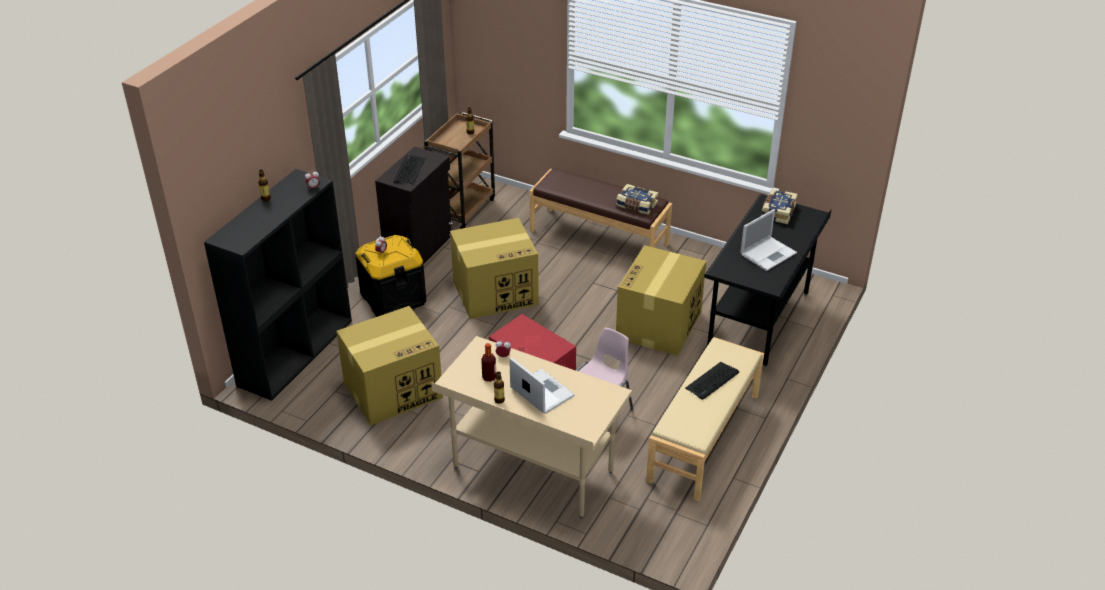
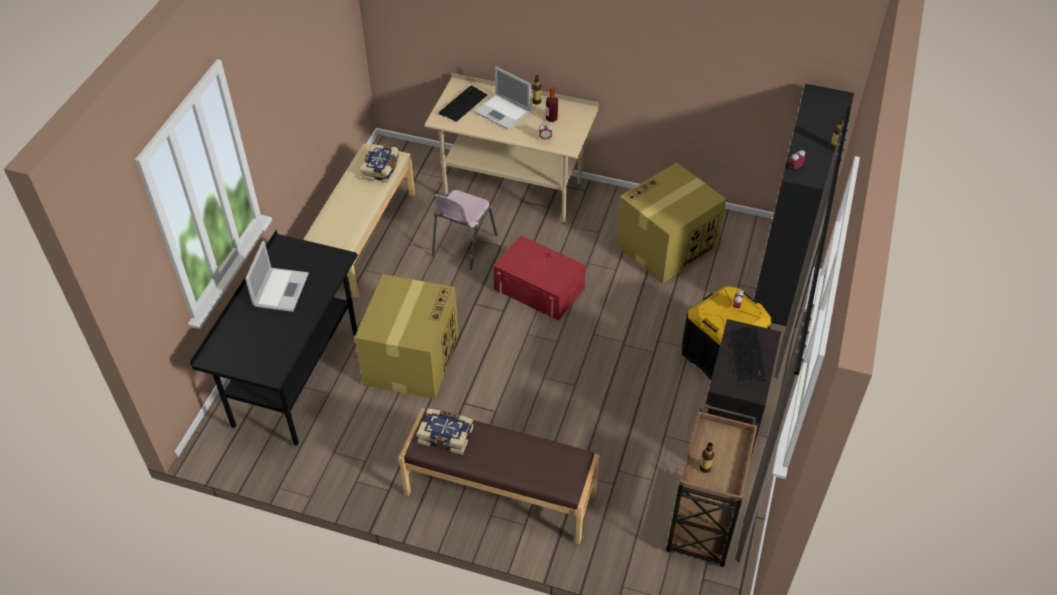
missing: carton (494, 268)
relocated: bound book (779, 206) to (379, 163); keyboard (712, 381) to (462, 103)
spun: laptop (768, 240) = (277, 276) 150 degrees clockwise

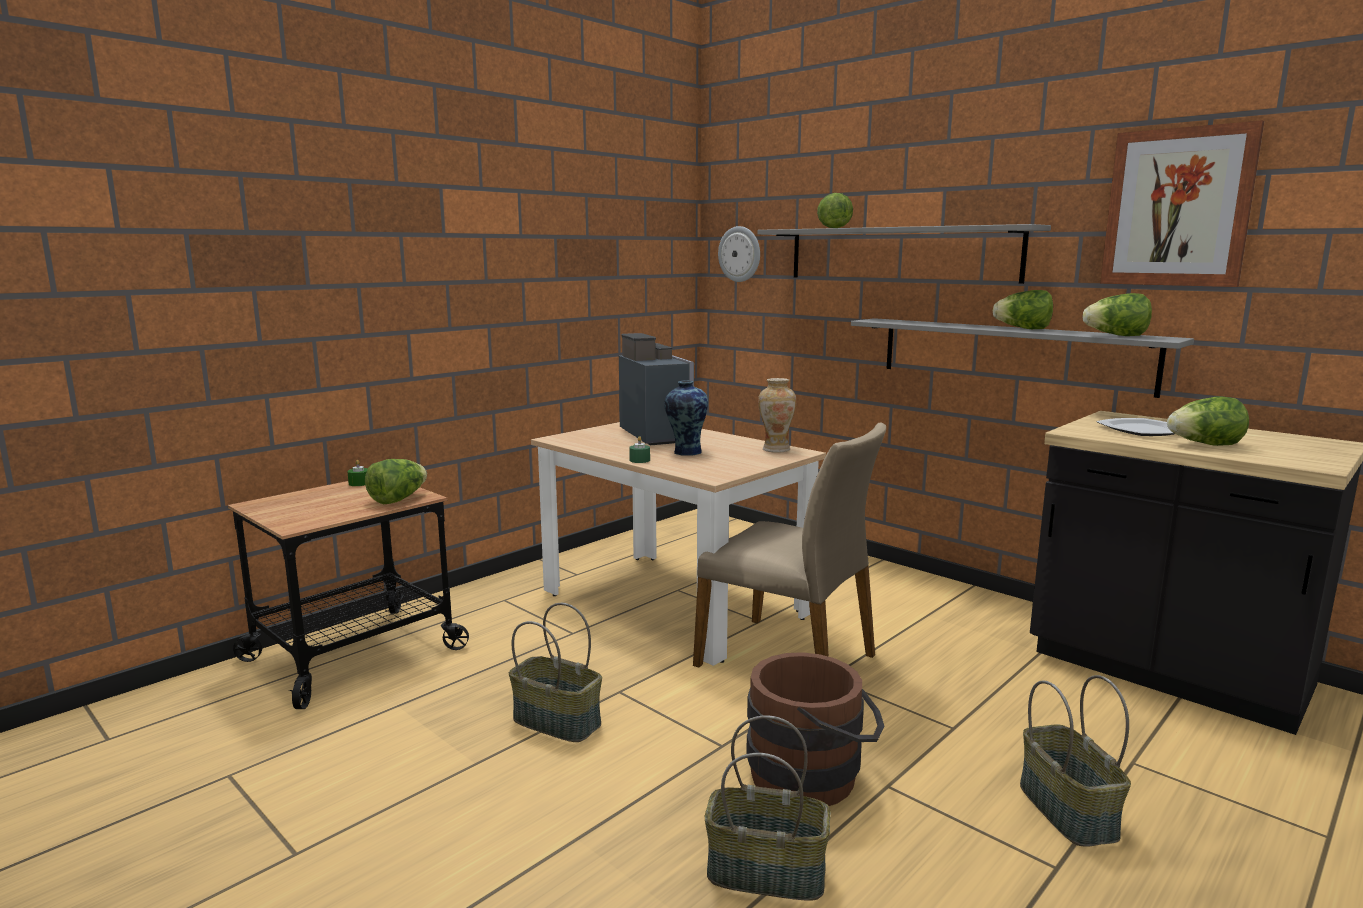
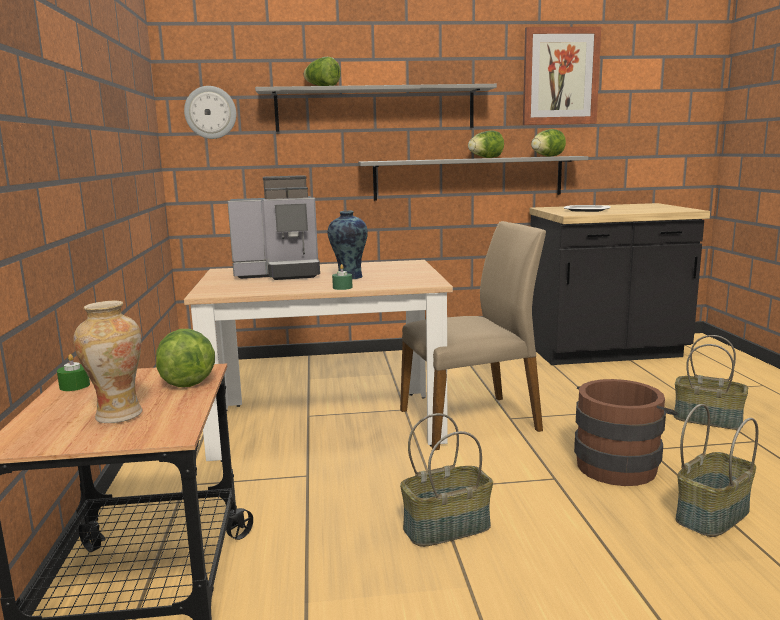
missing: lettuce head (1208, 421)
relocated: flower vase (777, 415) to (107, 362)
spun: coffee brewer (656, 389) = (273, 227) 150 degrees clockwise

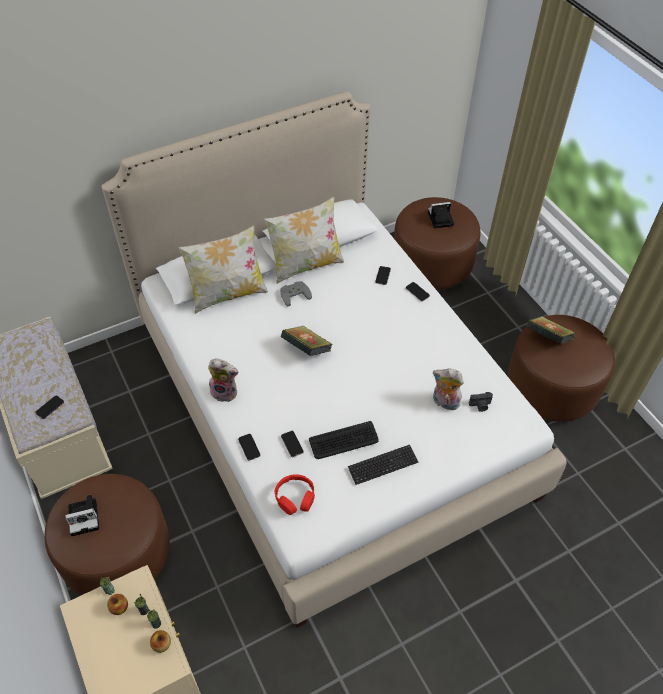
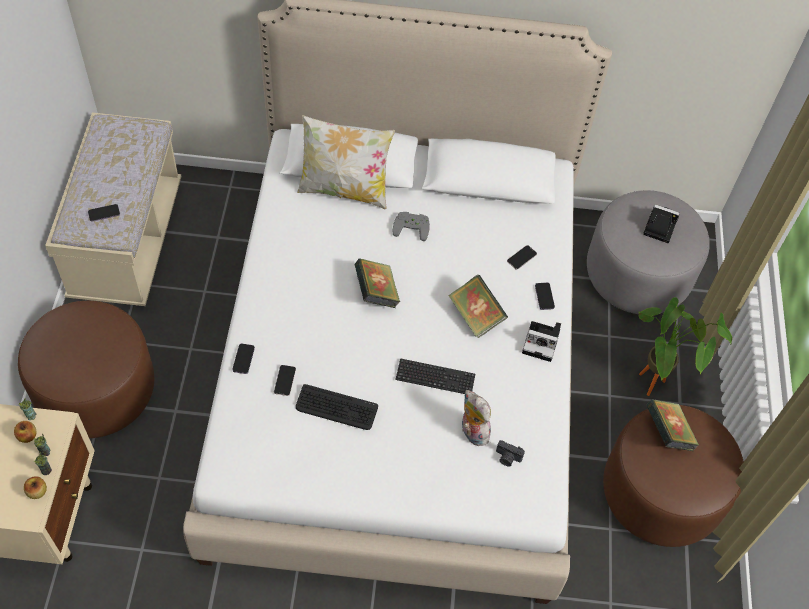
missing: soft toy (223, 380); cushion (304, 240); red headset (295, 494)
appeared: bound book (478, 306); potted plant (685, 346)
relocated: keyboard (383, 465) to (435, 376); still camera (82, 515) to (541, 341)
colour: brown-coloured footrest (437, 243) to grey footrest (648, 252)

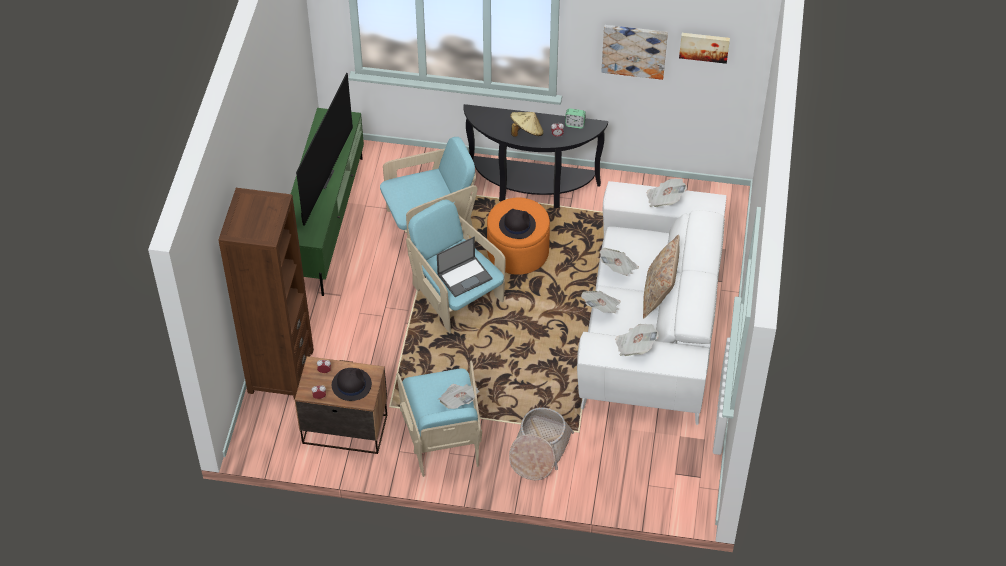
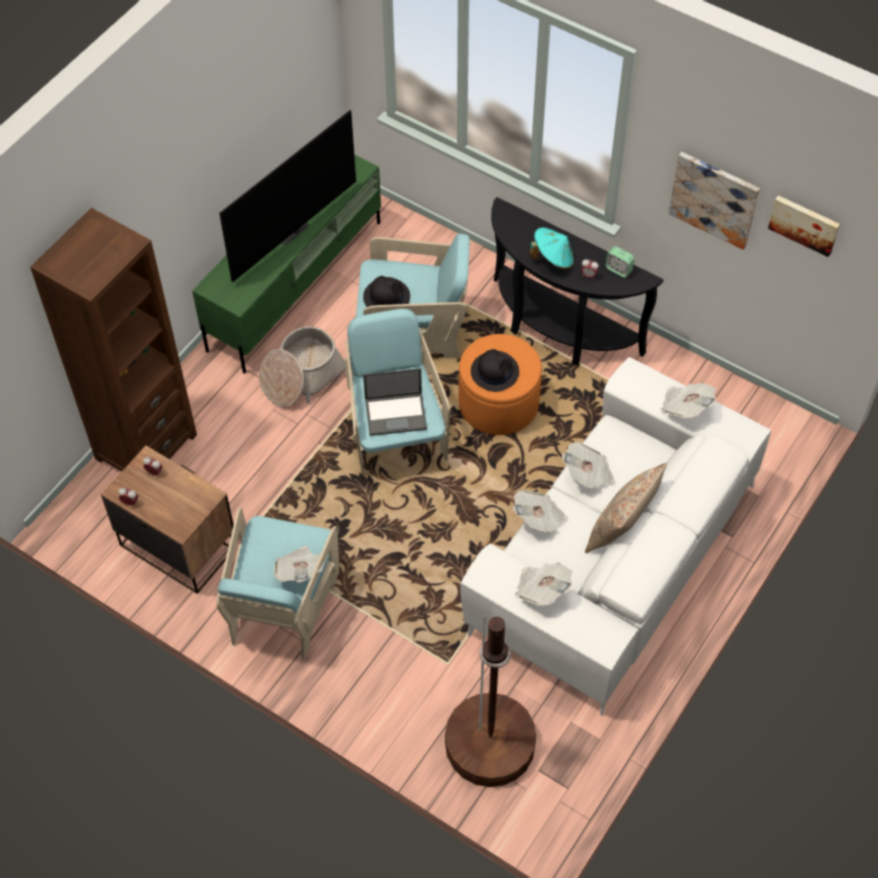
appeared: brown-coloured standing lamp (490, 701)
relocated: basket (541, 443) to (302, 366); blackish clothing hat (352, 384) to (386, 291)
colour: beige clothing hat (527, 124) to blue-green clothing hat (552, 248)

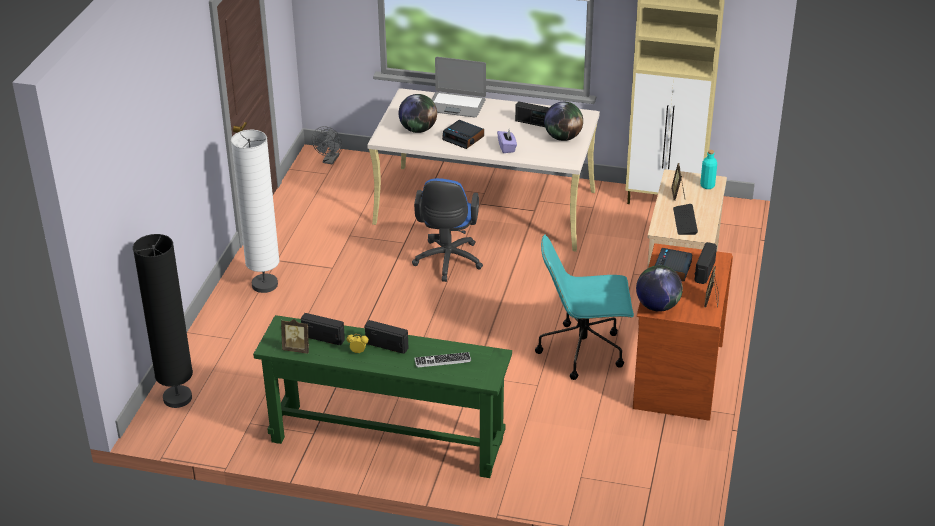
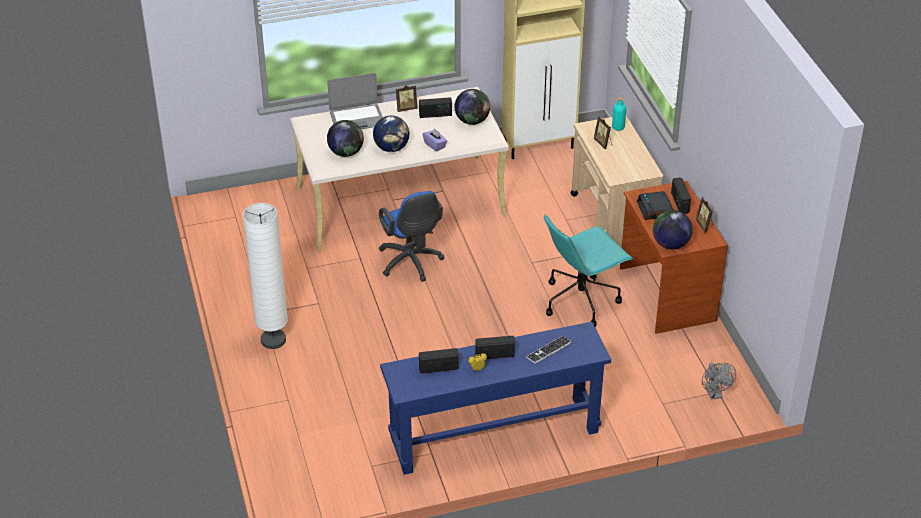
missing: blackish standing lamp (163, 321); keyboard (685, 219)
relocated: photo frame (295, 336) to (406, 98); grey electric fan (327, 145) to (719, 381)
exchanged: table clock (463, 134) to world globe (391, 134)
colour: green hall table (382, 396) to blue-coloured hall table (495, 398)

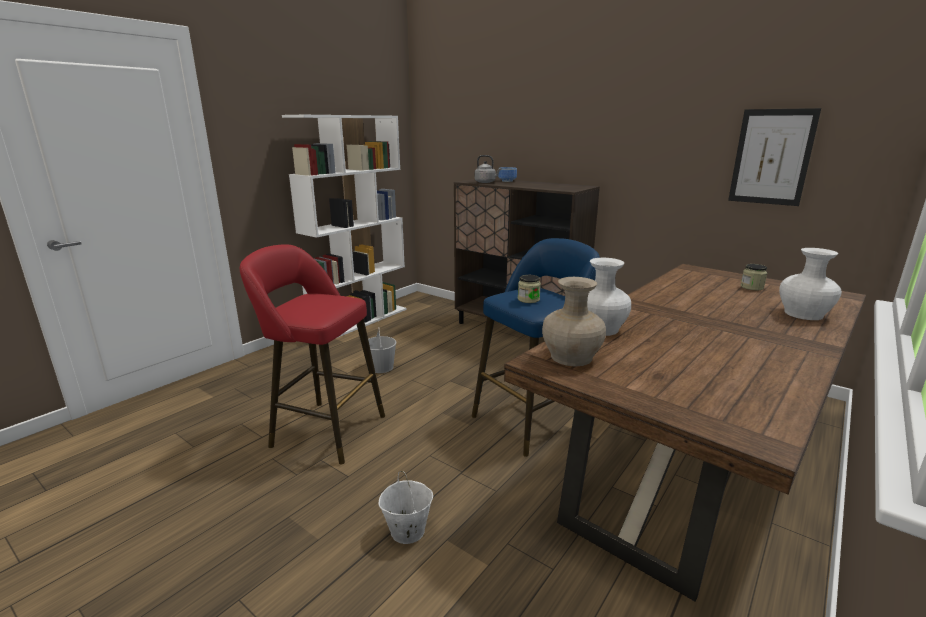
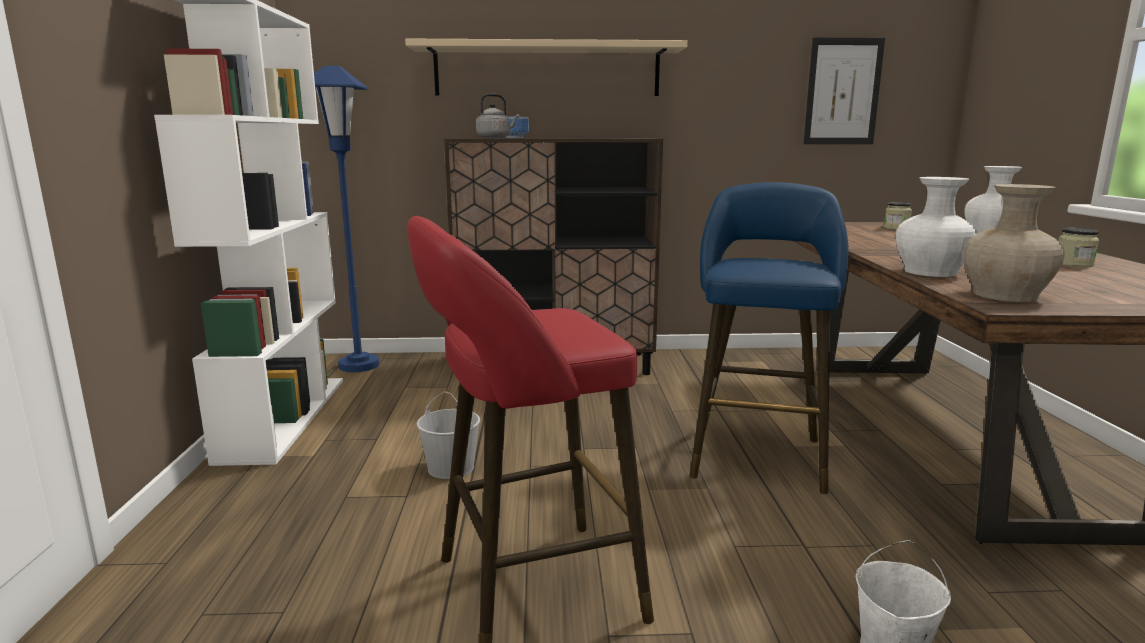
appeared: blue-coloured standing lamp (346, 219); beige wall shelf (546, 67)
relocated: preserve jar (529, 289) to (1078, 247)

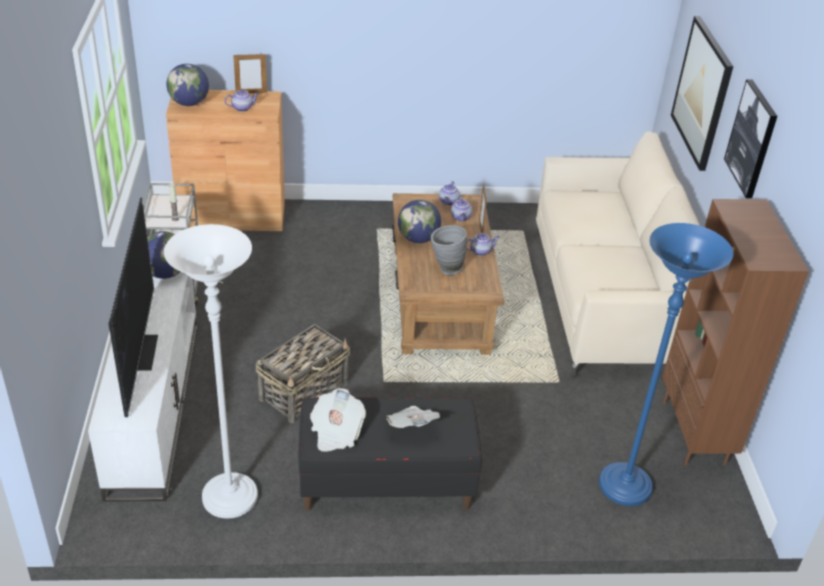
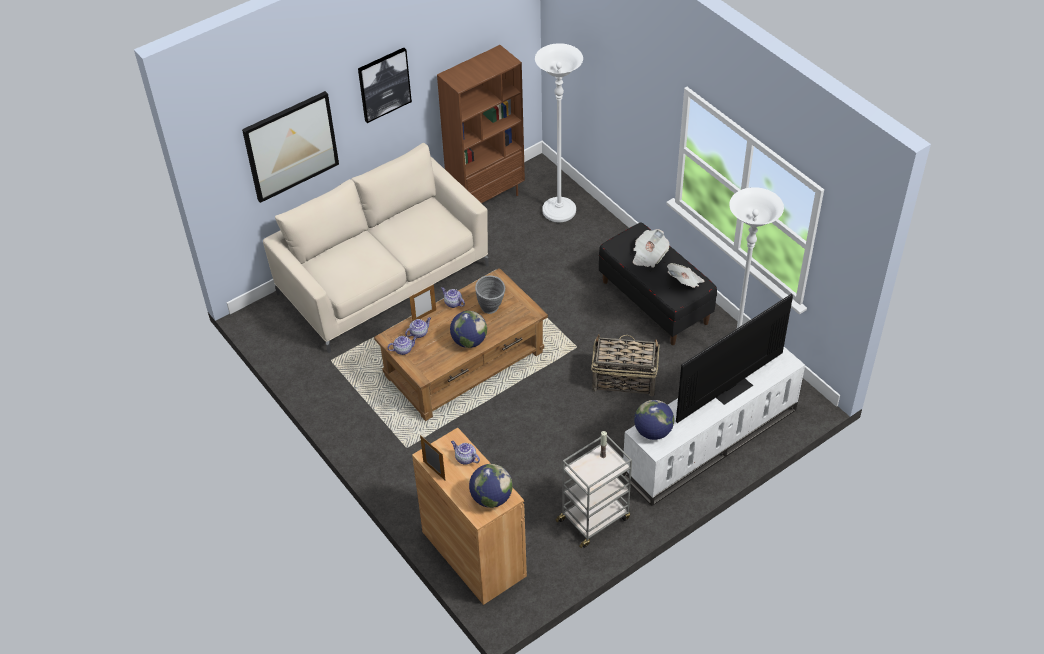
colour: blue-coloured standing lamp (666, 364) to white standing lamp (559, 132)

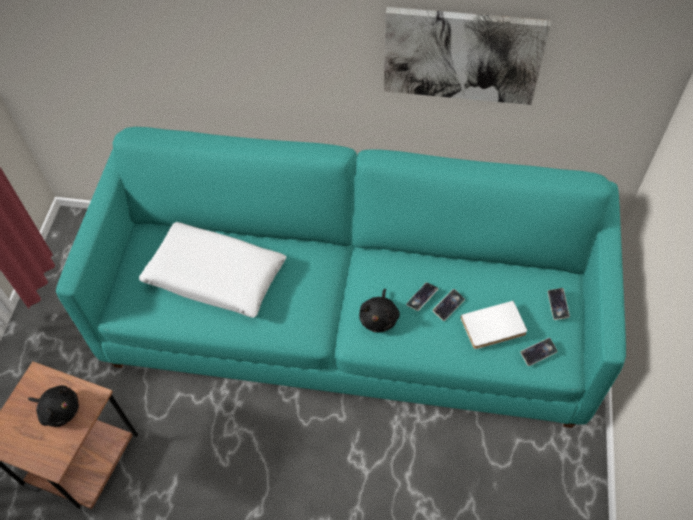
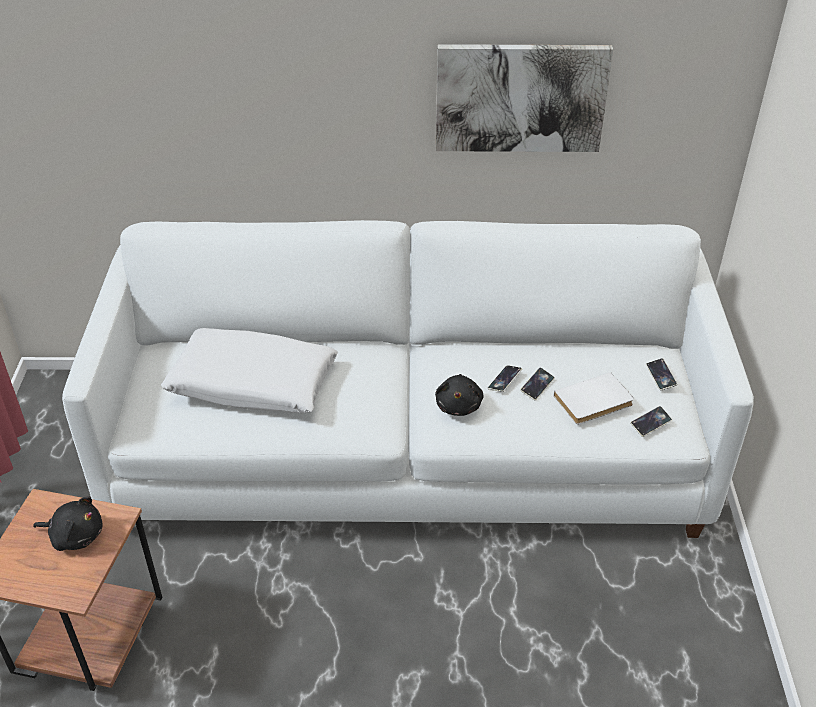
colour: blue-green couch (341, 277) to white couch (408, 379)

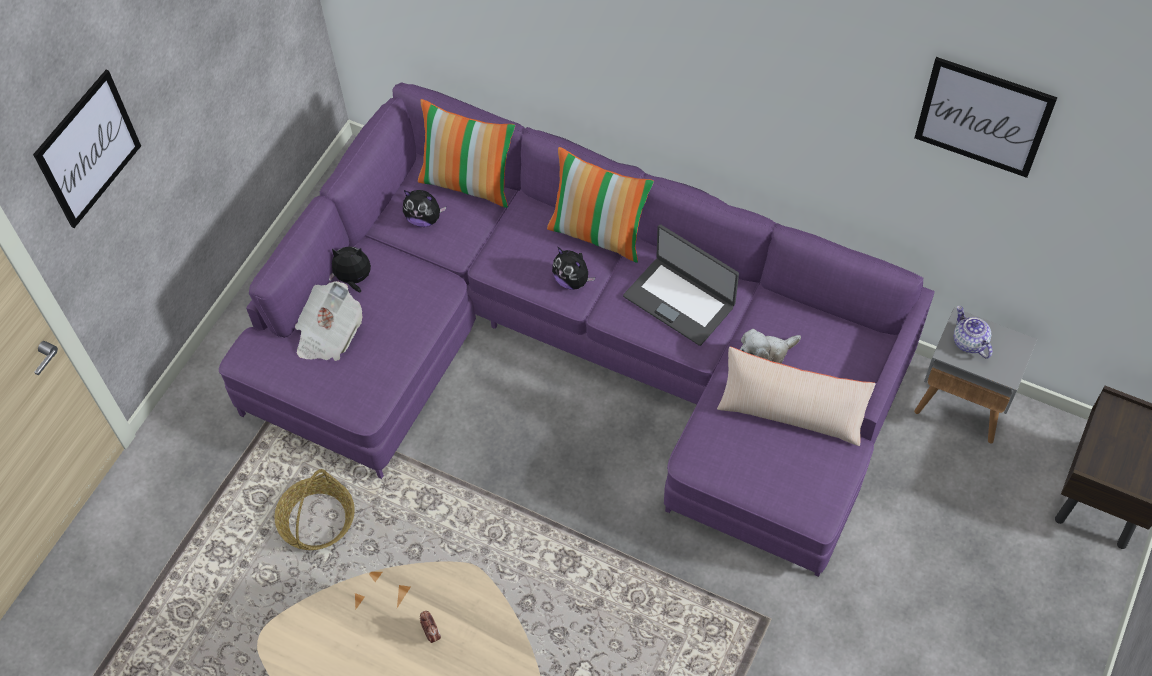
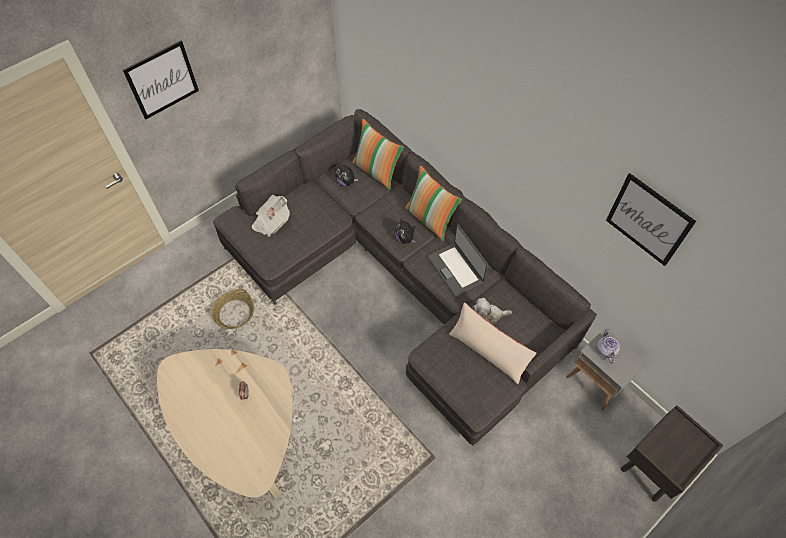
missing: soft toy (350, 269)
colour: purple-coloured couch (577, 329) to grey couch (405, 277)

